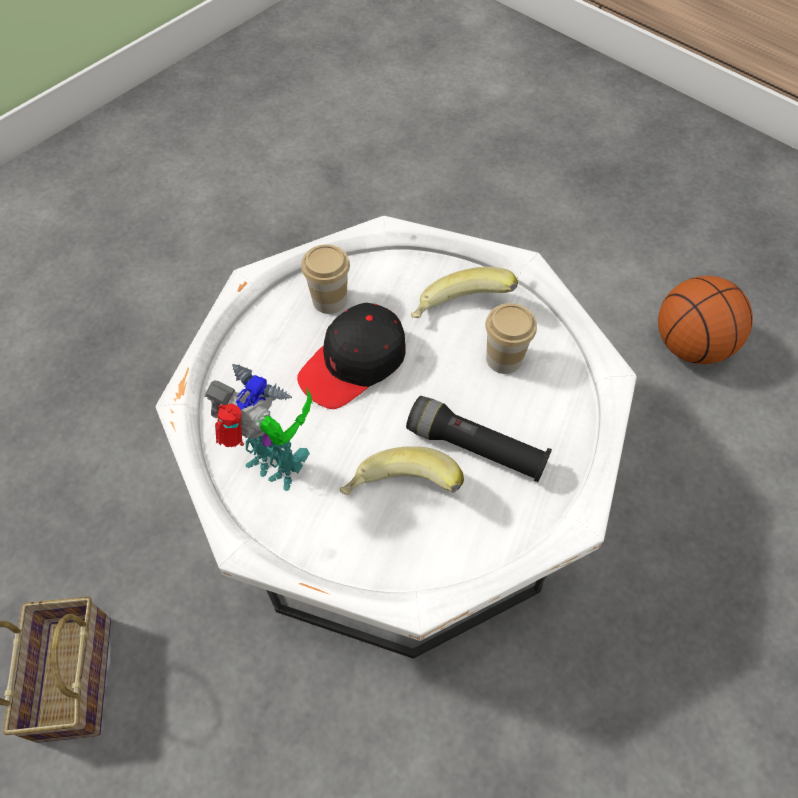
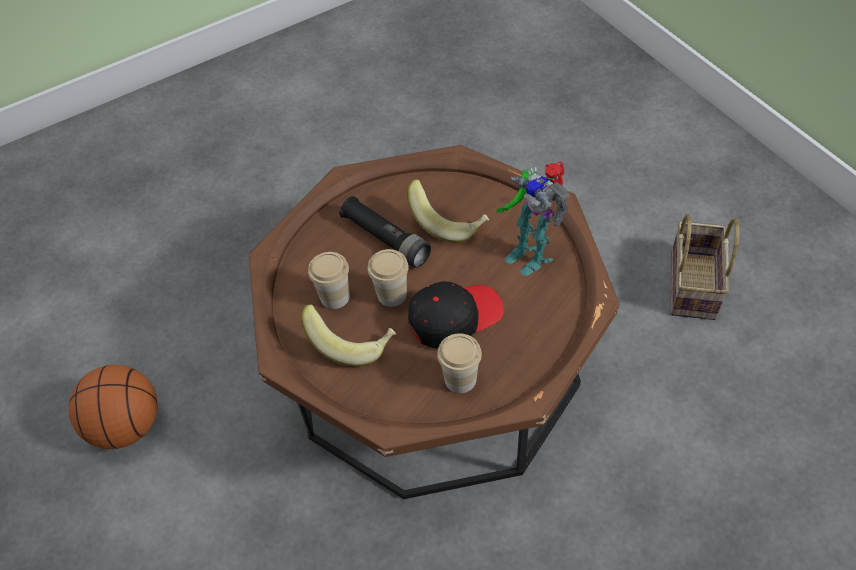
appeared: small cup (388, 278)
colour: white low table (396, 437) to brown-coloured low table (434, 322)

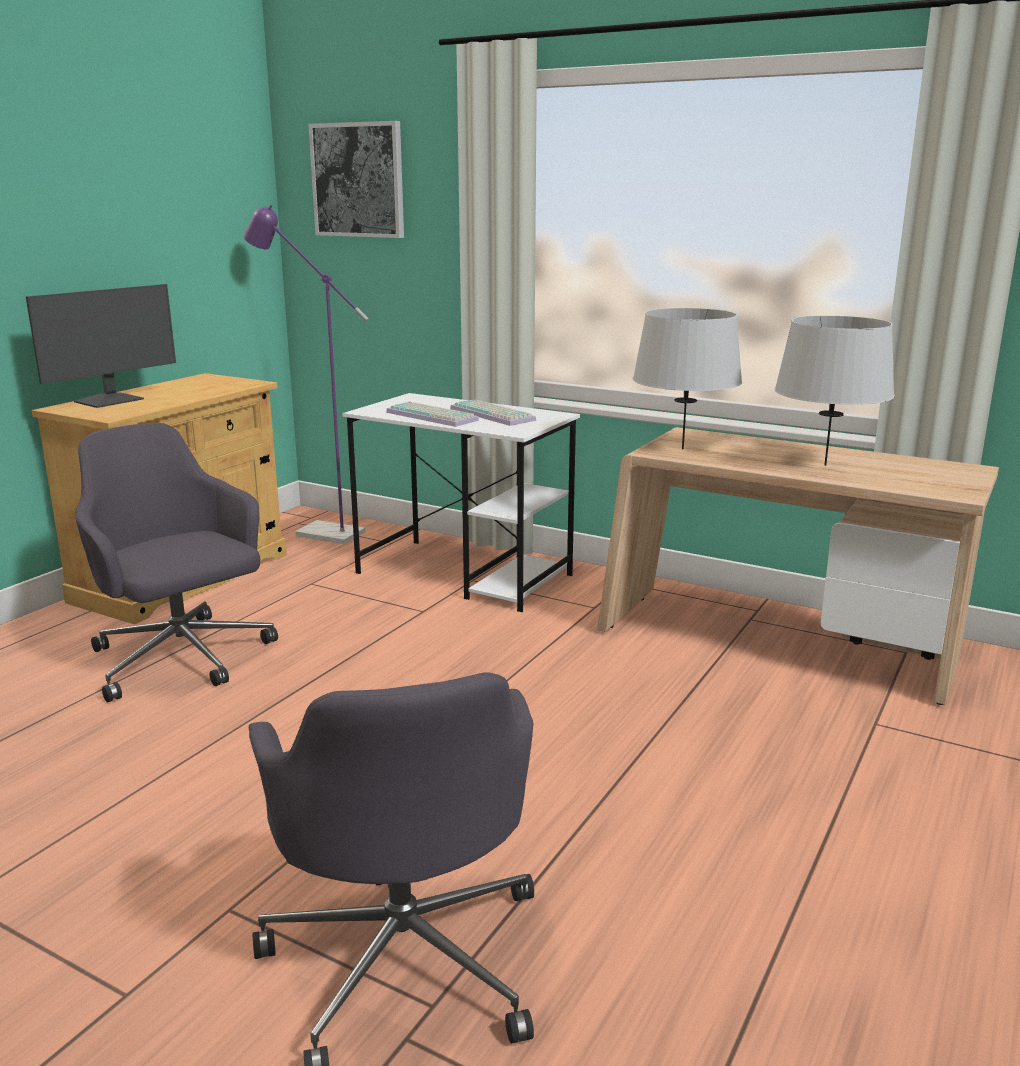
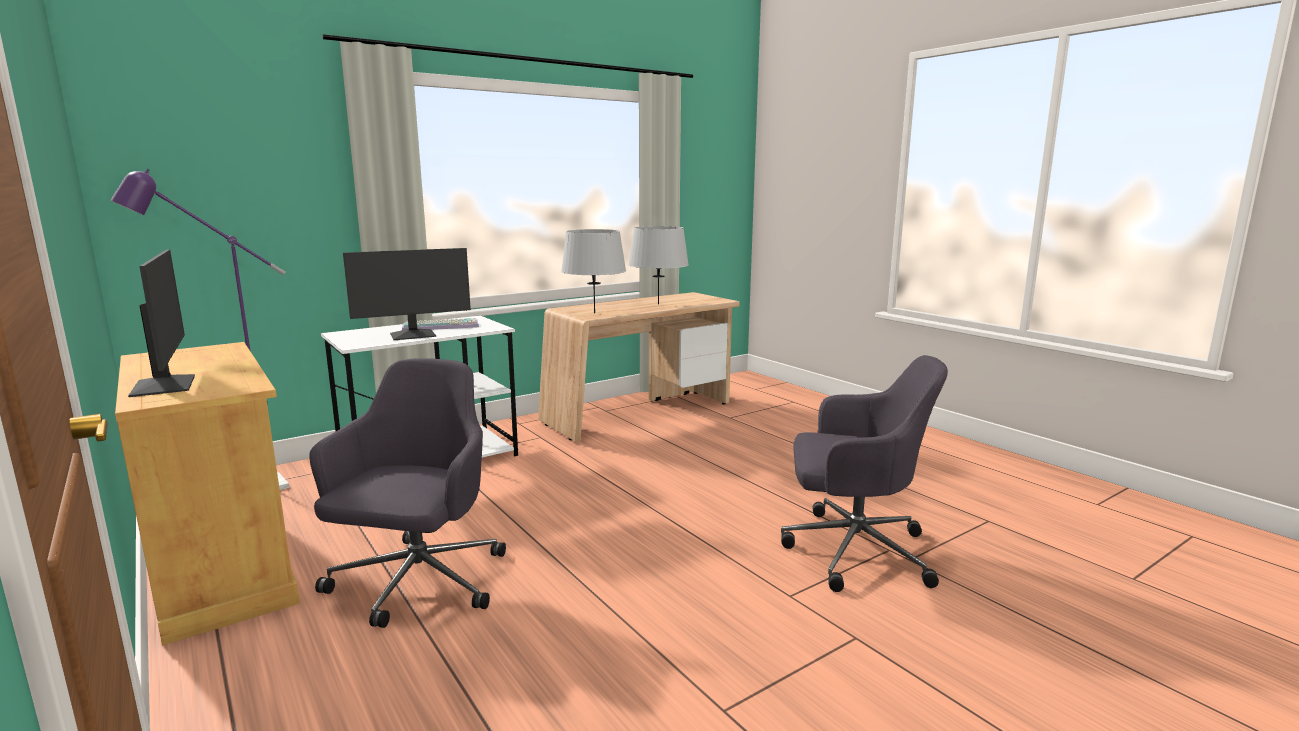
missing: wall art (356, 179)
exchanged: keyboard (432, 414) to computer display (407, 294)
spun: grey desk chair (176, 562) = (408, 493) 120 degrees clockwise

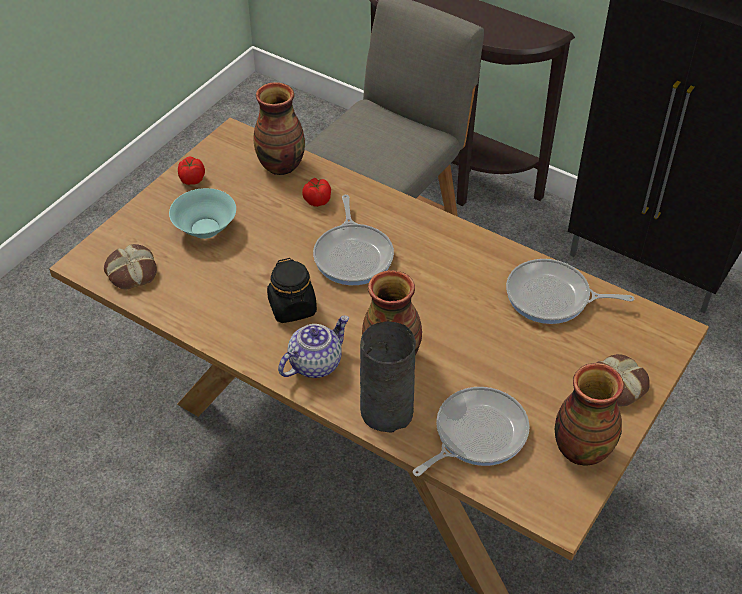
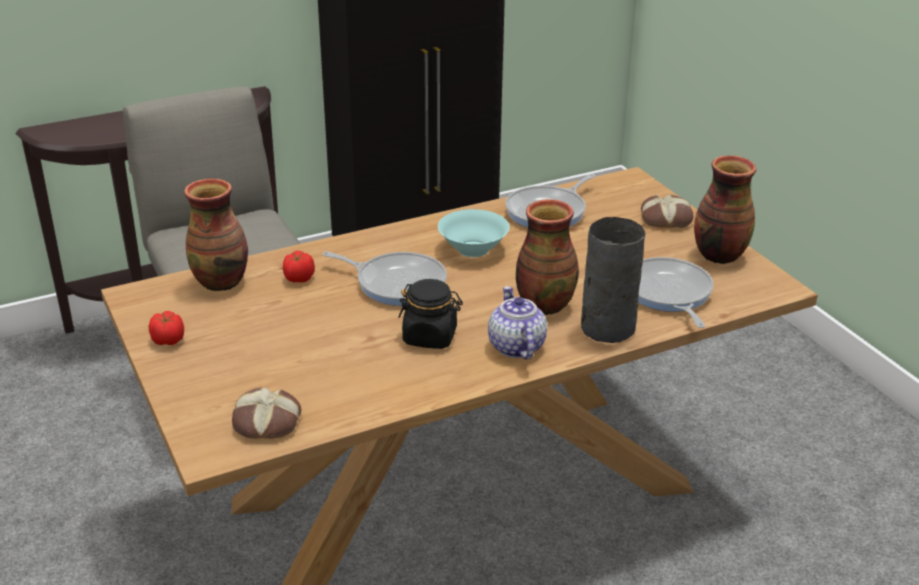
relocated: blue-green deep dish (202, 213) to (474, 233)

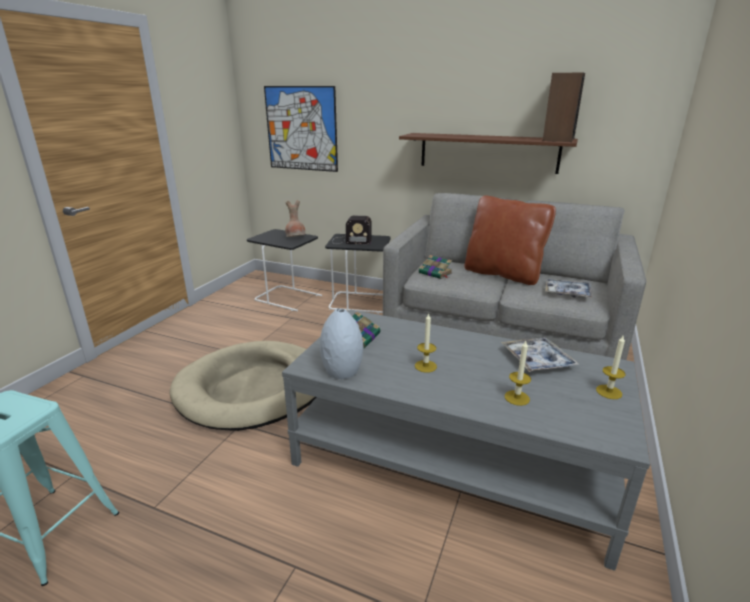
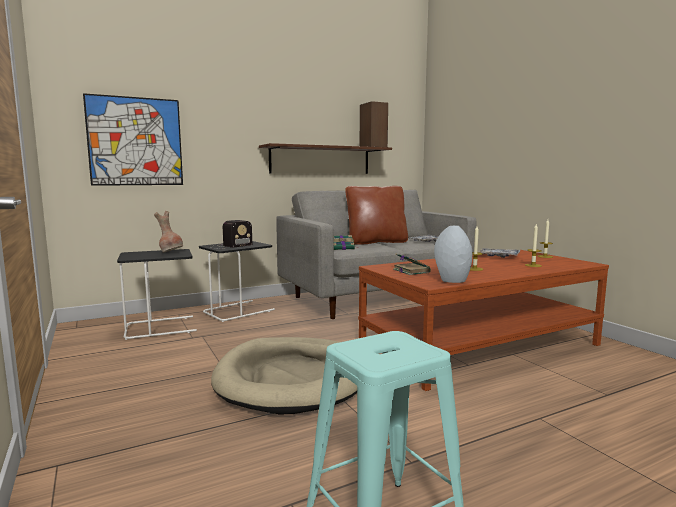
colour: grey low table (466, 440) to brown-coloured low table (483, 320)

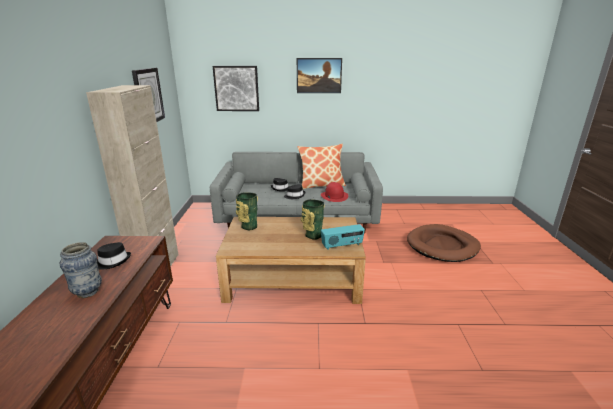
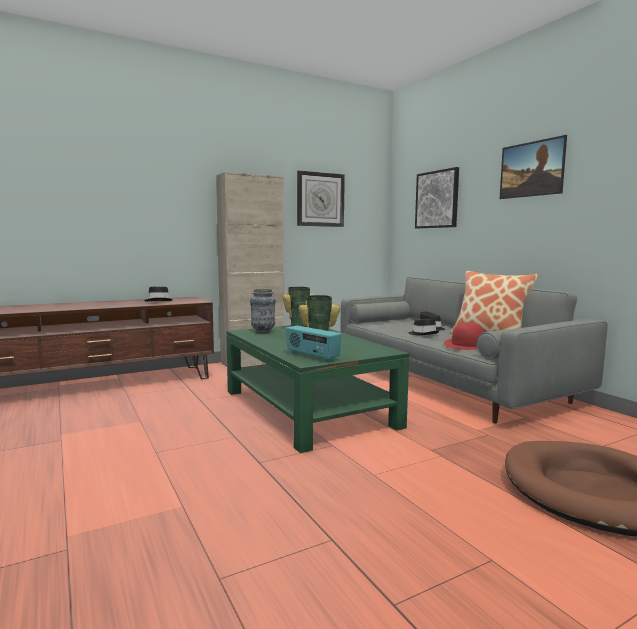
relocated: flower vase (81, 270) to (263, 311)
colour: brown-coloured low table (291, 260) to green low table (317, 389)

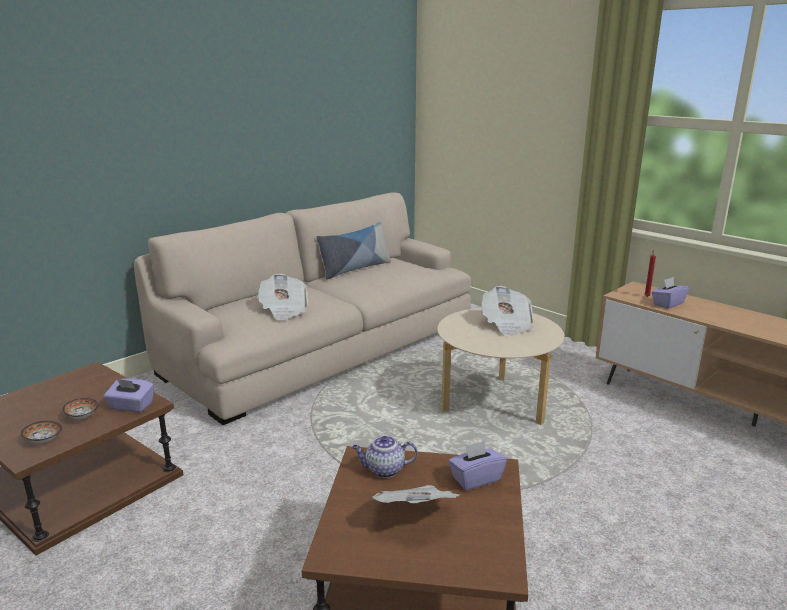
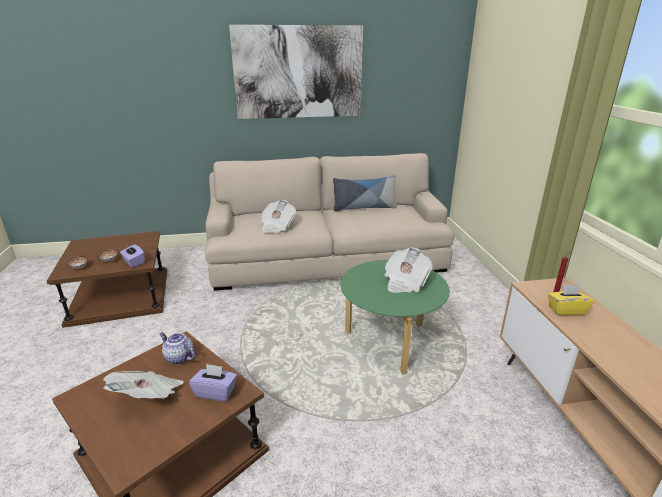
appeared: wall art (296, 72)
colour: beige low table (500, 366) to green low table (395, 317); purple-coloured box of tissues (670, 293) to yellow box of tissues (571, 300)

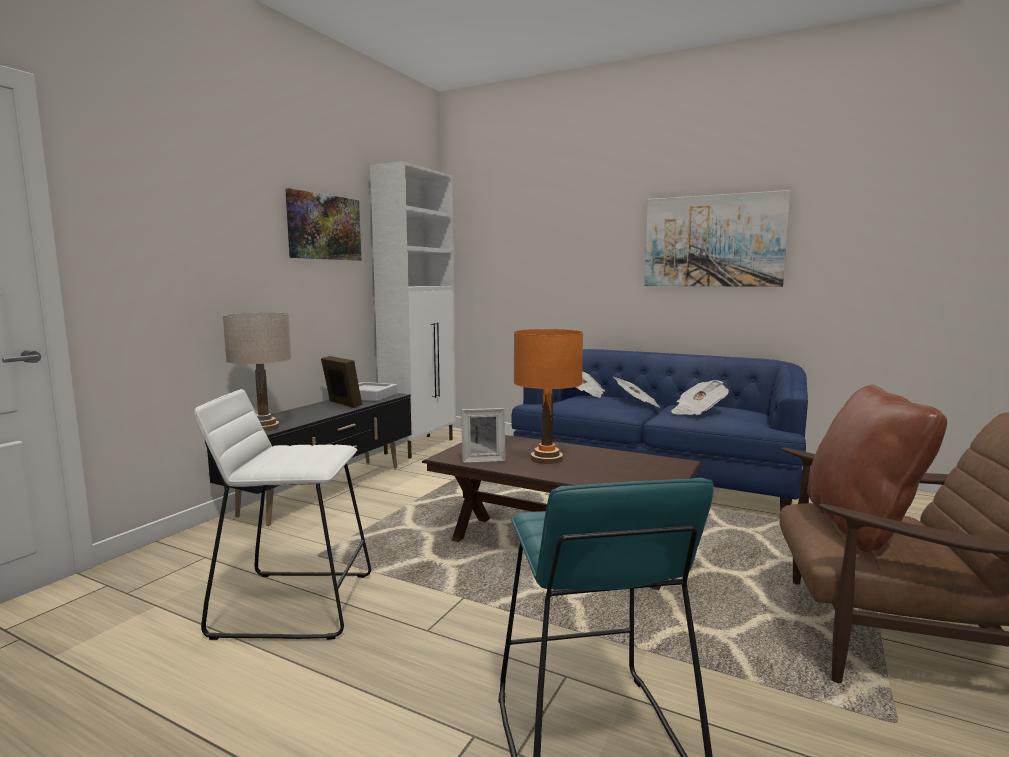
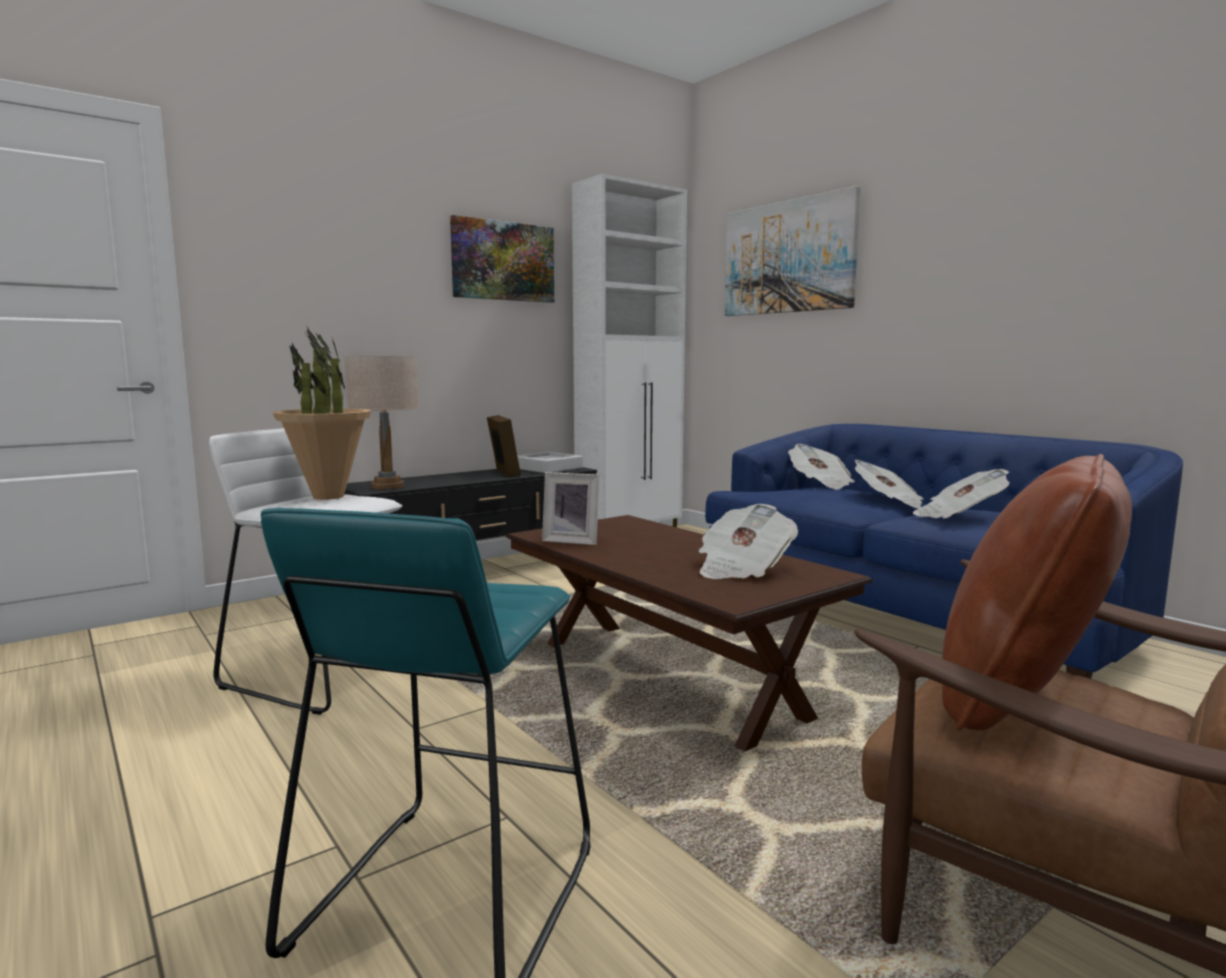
missing: orange table lamp (548, 396)
appeared: potted plant (322, 412); daily paper (748, 541)
relocated: wall art (717, 238) to (792, 251)

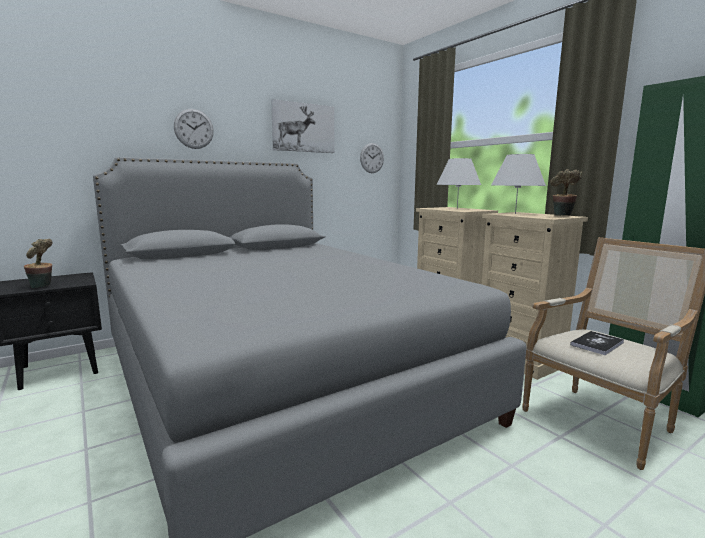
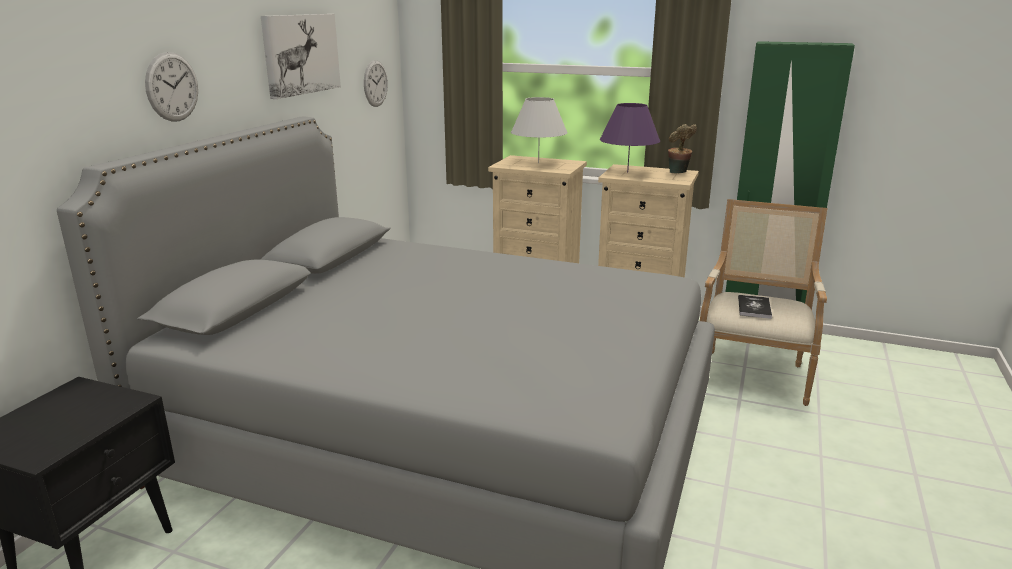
missing: potted plant (38, 263)
colour: white table lamp (518, 184) to purple-coloured table lamp (630, 138)

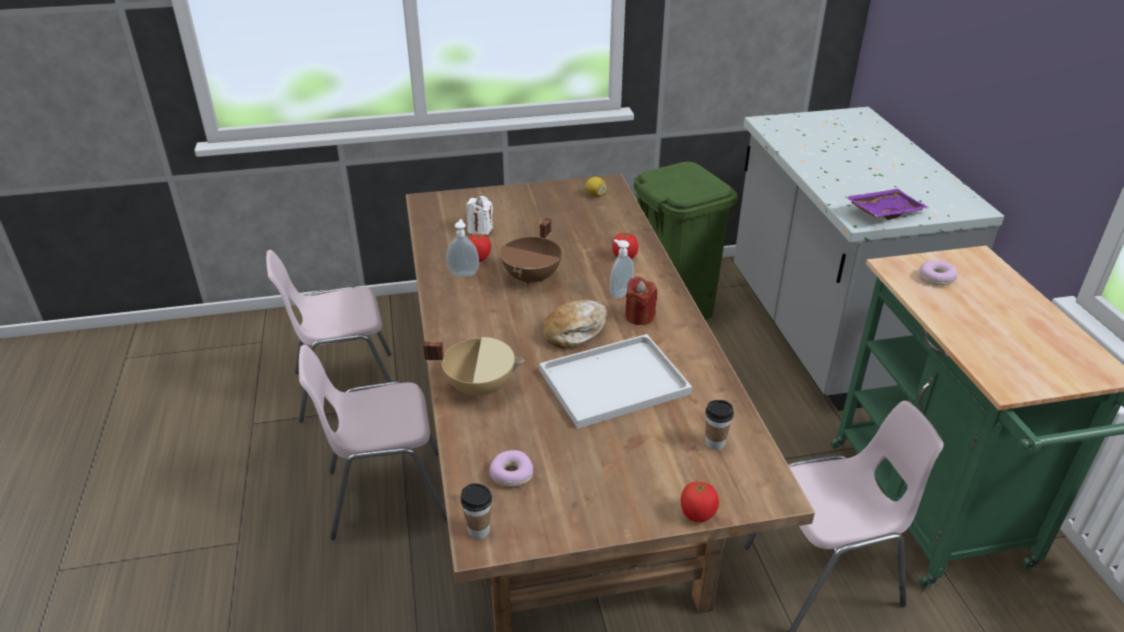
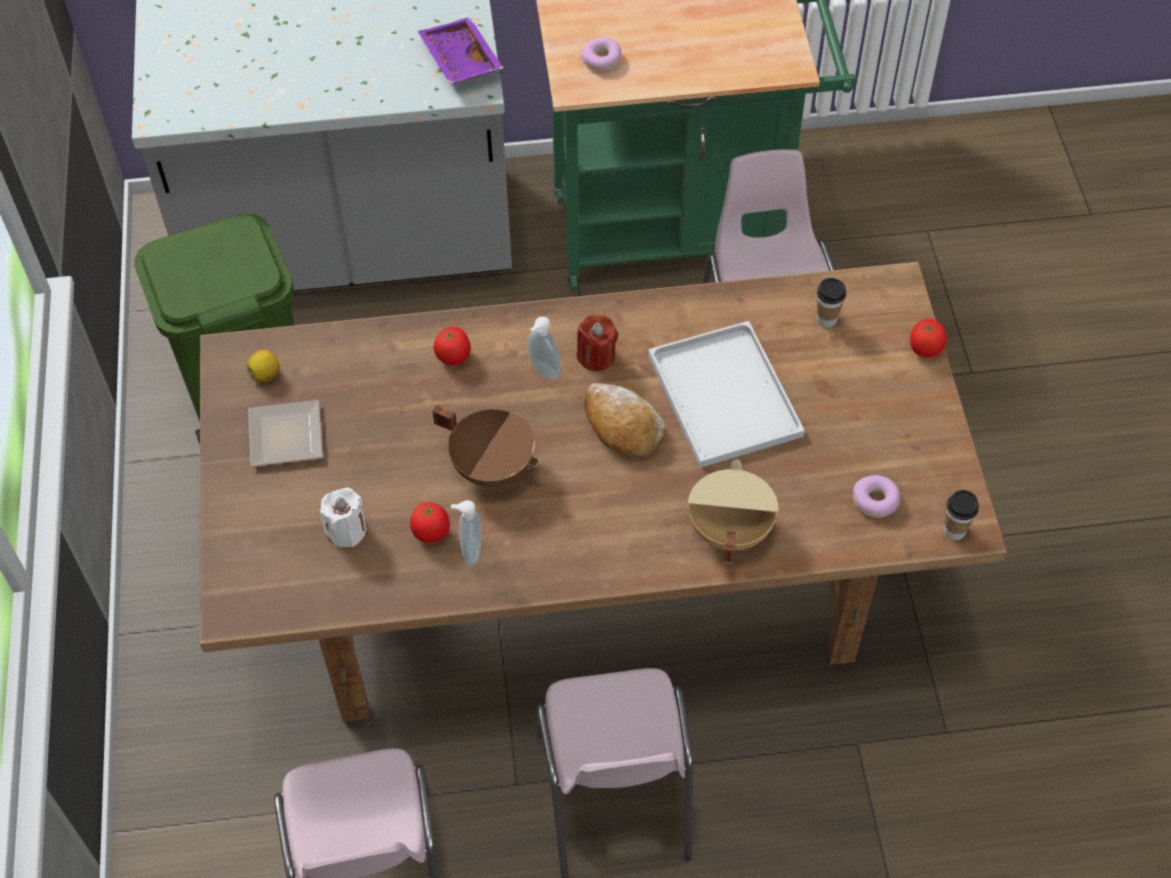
appeared: plate (285, 433)

